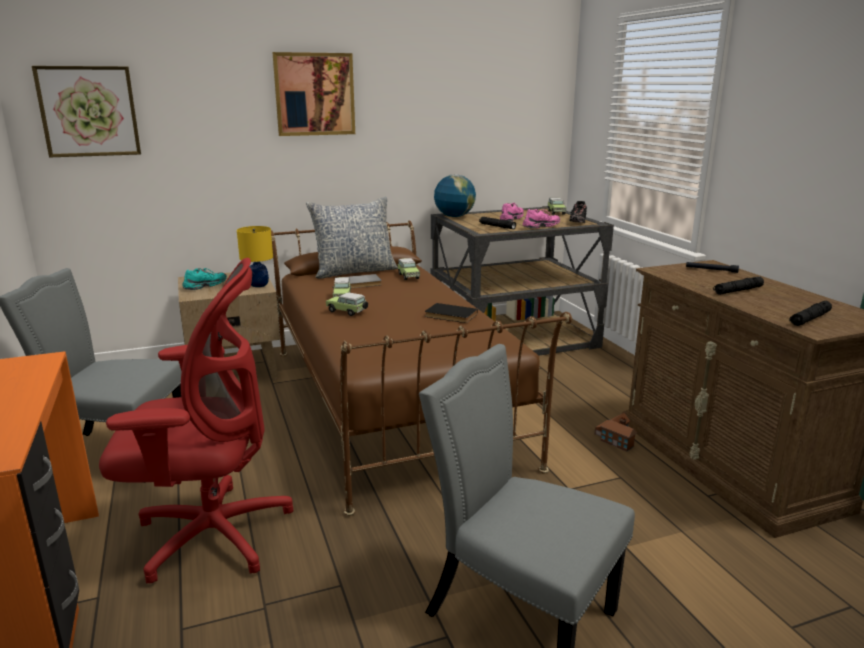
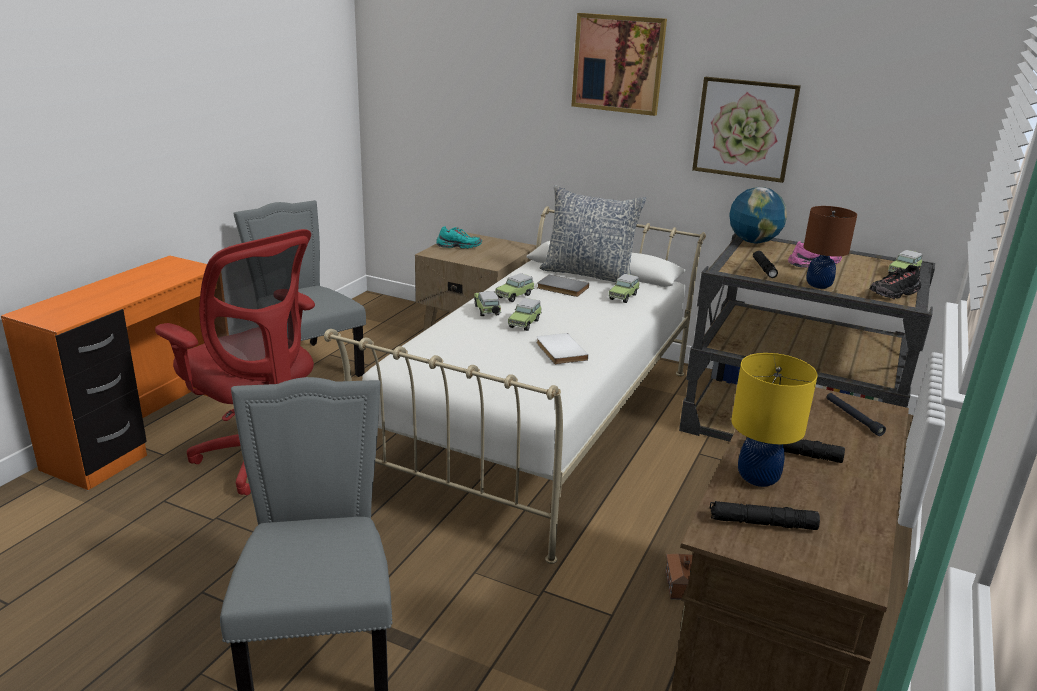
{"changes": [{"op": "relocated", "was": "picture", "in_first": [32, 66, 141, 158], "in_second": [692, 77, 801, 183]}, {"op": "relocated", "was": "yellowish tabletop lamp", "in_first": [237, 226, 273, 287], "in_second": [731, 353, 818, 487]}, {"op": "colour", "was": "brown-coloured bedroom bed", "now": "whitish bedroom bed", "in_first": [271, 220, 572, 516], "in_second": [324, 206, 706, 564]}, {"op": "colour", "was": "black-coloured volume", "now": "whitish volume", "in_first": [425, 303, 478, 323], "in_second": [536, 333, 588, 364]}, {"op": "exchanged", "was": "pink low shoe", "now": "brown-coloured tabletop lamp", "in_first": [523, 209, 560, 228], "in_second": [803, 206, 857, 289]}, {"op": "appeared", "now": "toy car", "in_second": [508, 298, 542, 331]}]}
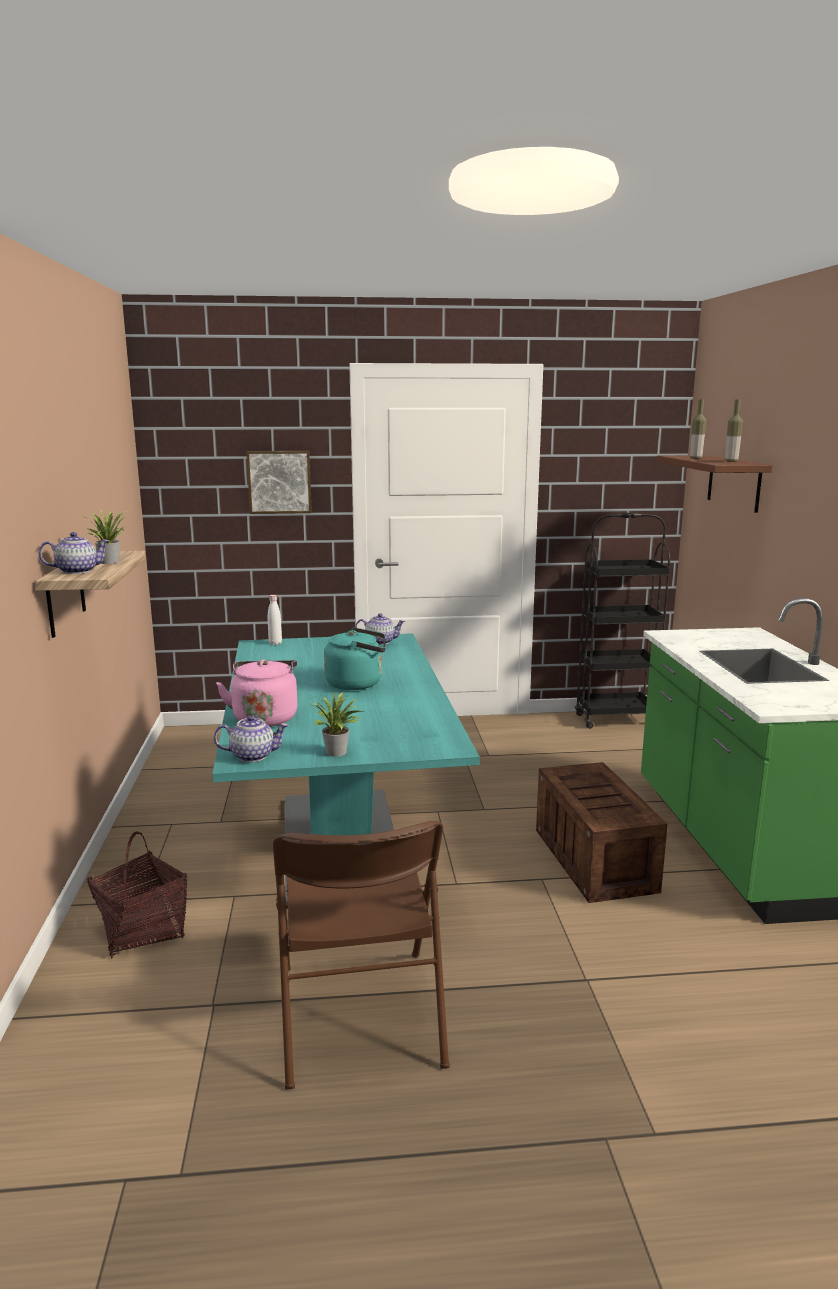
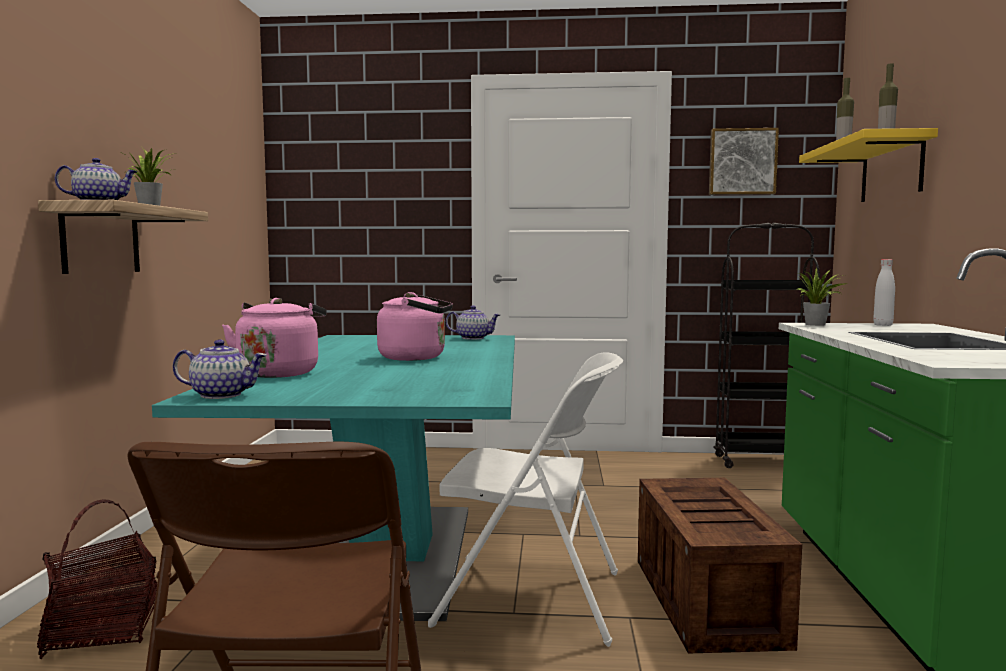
{"changes": [{"op": "relocated", "was": "picture", "in_first": [246, 451, 312, 514], "in_second": [709, 128, 779, 195]}, {"op": "relocated", "was": "whitish drink bottle", "in_first": [268, 595, 282, 645], "in_second": [873, 259, 895, 326]}, {"op": "relocated", "was": "plant in a pot", "in_first": [307, 692, 365, 757], "in_second": [795, 267, 849, 326]}, {"op": "colour", "was": "blue-green water kettle", "now": "pink water kettle", "in_first": [324, 627, 386, 690], "in_second": [377, 292, 453, 361]}, {"op": "colour", "was": "brown-coloured bracket shelf", "now": "yellowish bracket shelf", "in_first": [656, 455, 772, 513], "in_second": [799, 128, 938, 202]}, {"op": "appeared", "now": "whitish chair", "in_second": [428, 352, 623, 647]}]}
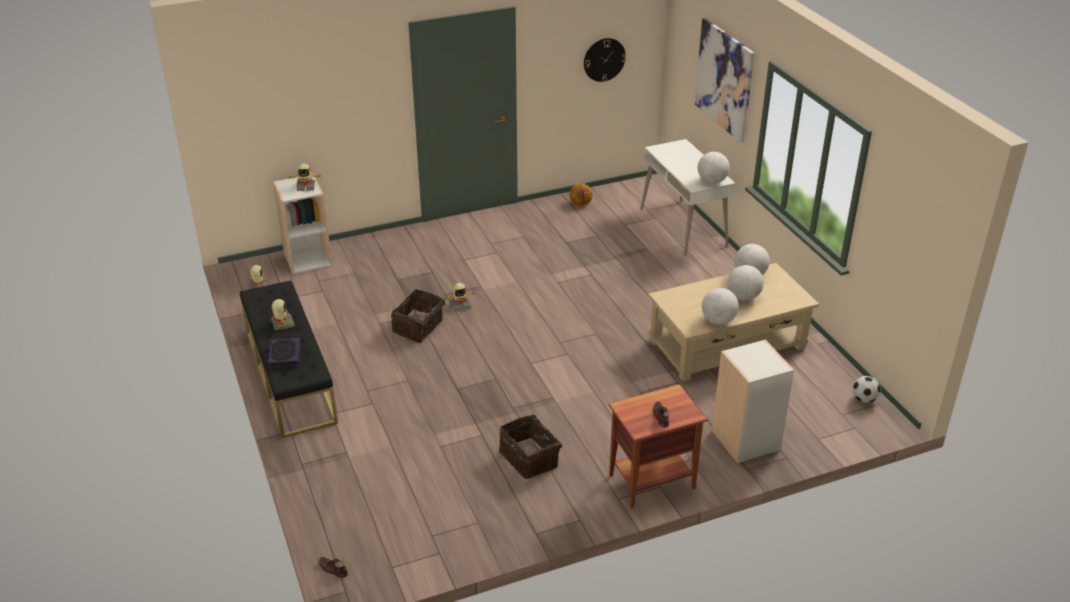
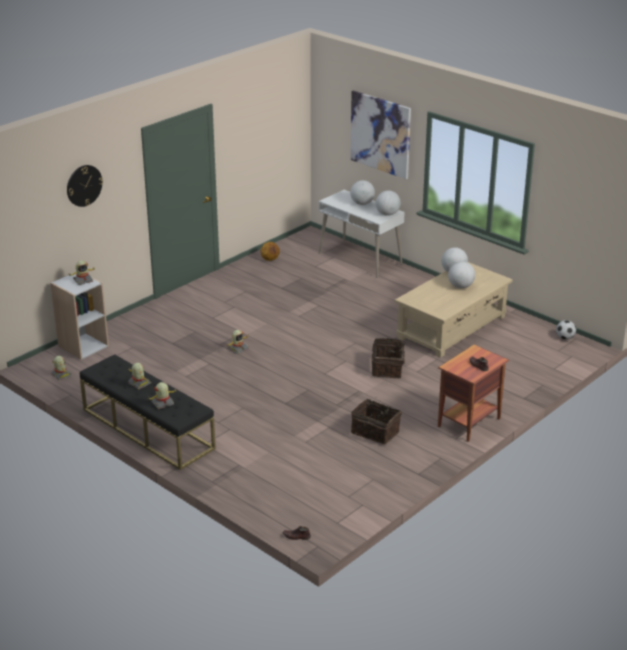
{"changes": [{"op": "exchanged", "was": "volume", "now": "toy robot", "in_first": [268, 338, 300, 368], "in_second": [148, 382, 176, 409]}, {"op": "relocated", "was": "basket", "in_first": [391, 289, 446, 343], "in_second": [372, 338, 405, 378]}, {"op": "relocated", "was": "hanging clock", "in_first": [584, 38, 626, 82], "in_second": [67, 165, 103, 207]}, {"op": "relocated", "was": "world globe", "in_first": [702, 288, 739, 325], "in_second": [350, 180, 375, 205]}, {"op": "missing", "was": "bookcase", "in_first": [712, 339, 794, 463]}]}
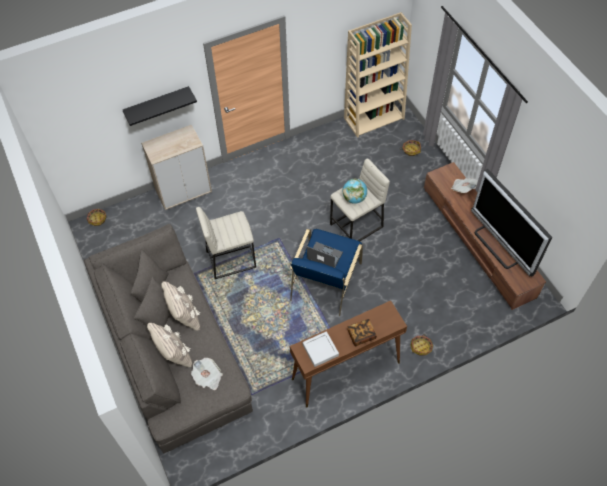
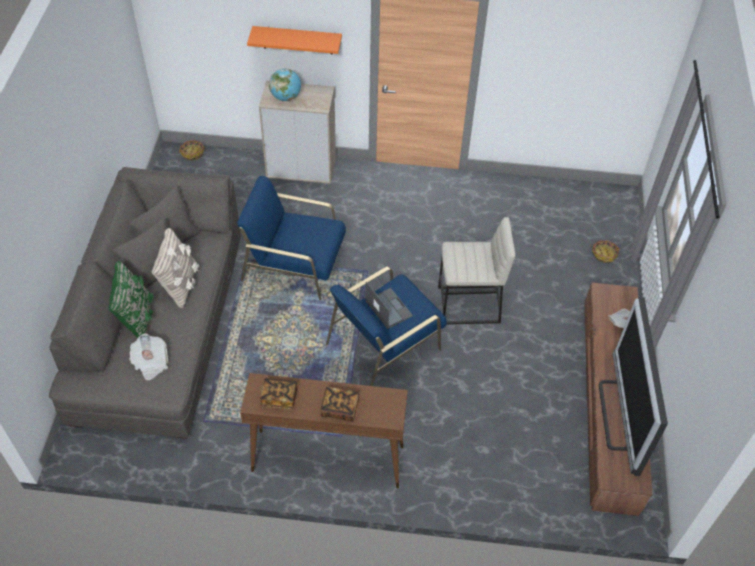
{"changes": [{"op": "colour", "was": "black-coloured bracket shelf", "now": "orangey bracket shelf", "in_first": [123, 86, 197, 126], "in_second": [247, 26, 342, 55]}, {"op": "colour", "was": "beige throw pillow", "now": "greenish throw pillow", "in_first": [147, 323, 192, 367], "in_second": [109, 261, 154, 338]}, {"op": "exchanged", "was": "beige stool", "now": "blue-coloured armchair", "in_first": [196, 207, 256, 279], "in_second": [237, 176, 346, 301]}, {"op": "exchanged", "was": "gray serving tray", "now": "volume", "in_first": [303, 331, 339, 367], "in_second": [260, 378, 297, 409]}, {"op": "relocated", "was": "world globe", "in_first": [343, 179, 367, 204], "in_second": [269, 69, 301, 101]}, {"op": "missing", "was": "beige bookcase", "in_first": [344, 12, 412, 138]}, {"op": "missing", "was": "basket", "in_first": [411, 334, 433, 356]}]}
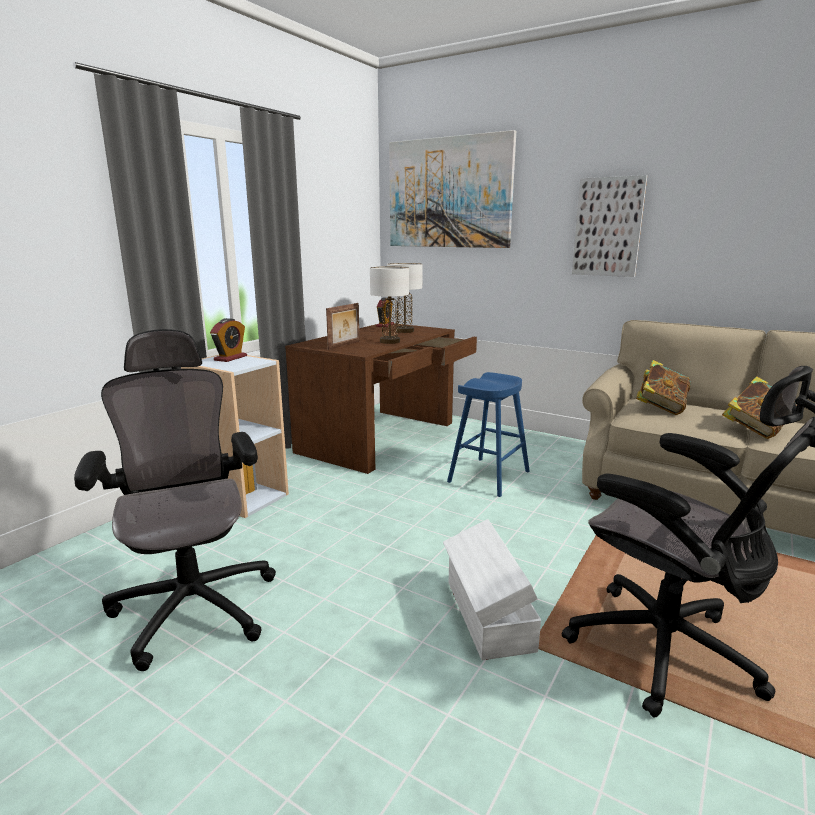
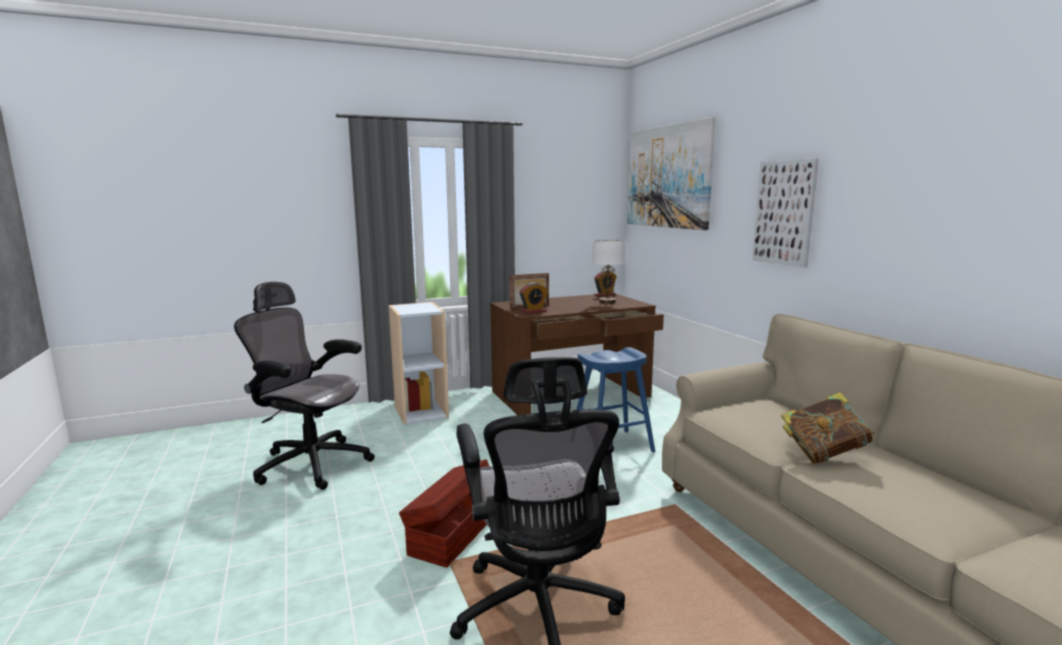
{"changes": [{"op": "spun", "was": "computer chair", "in_first": [74, 329, 276, 671], "in_second": [234, 282, 375, 490], "clockwise": -75}, {"op": "relocated", "was": "table clock", "in_first": [210, 318, 247, 362], "in_second": [519, 283, 548, 314]}, {"op": "missing", "was": "tabletop lamp", "in_first": [370, 267, 409, 344]}, {"op": "colour", "was": "whitish storage container", "now": "brown-coloured storage container", "in_first": [443, 519, 541, 660], "in_second": [399, 459, 489, 568]}, {"op": "missing", "was": "volume", "in_first": [636, 360, 691, 415]}]}
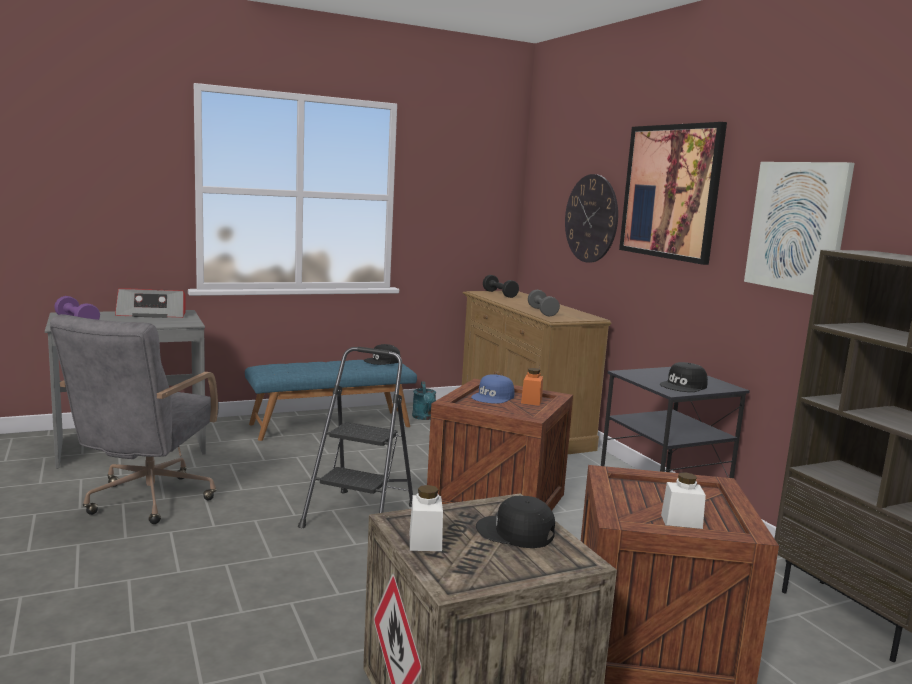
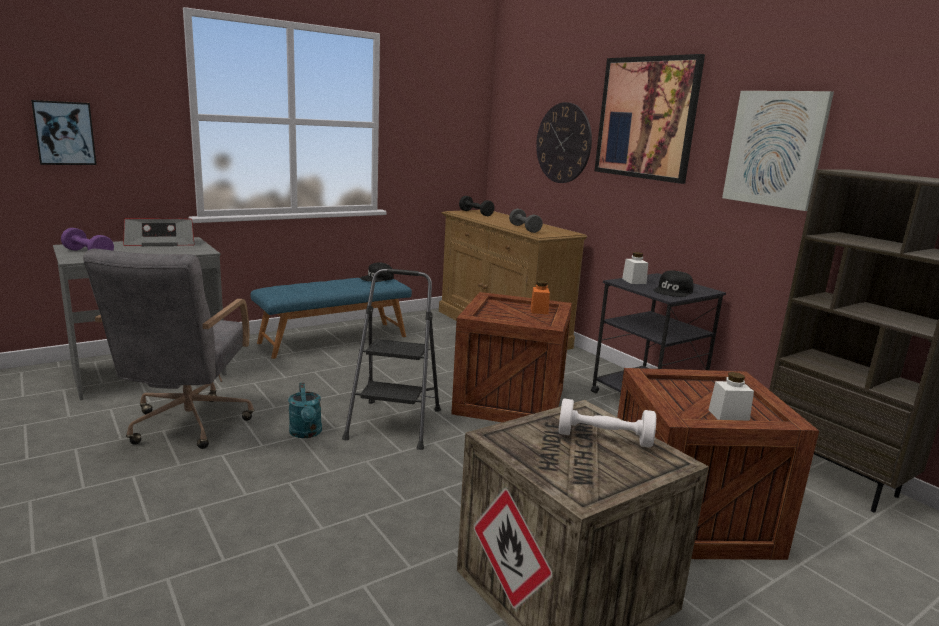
{"changes": [{"op": "relocated", "was": "whitish jar", "in_first": [410, 485, 443, 551], "in_second": [622, 252, 648, 284]}, {"op": "relocated", "was": "blue-green sprinkling can", "in_first": [412, 382, 436, 420], "in_second": [288, 383, 322, 438]}, {"op": "missing", "was": "blue-coloured cap", "in_first": [471, 374, 514, 404]}, {"op": "exchanged", "was": "black-coloured cap", "now": "whitish free weight", "in_first": [476, 496, 555, 548], "in_second": [558, 398, 656, 448]}, {"op": "appeared", "now": "picture", "in_second": [31, 100, 97, 165]}]}
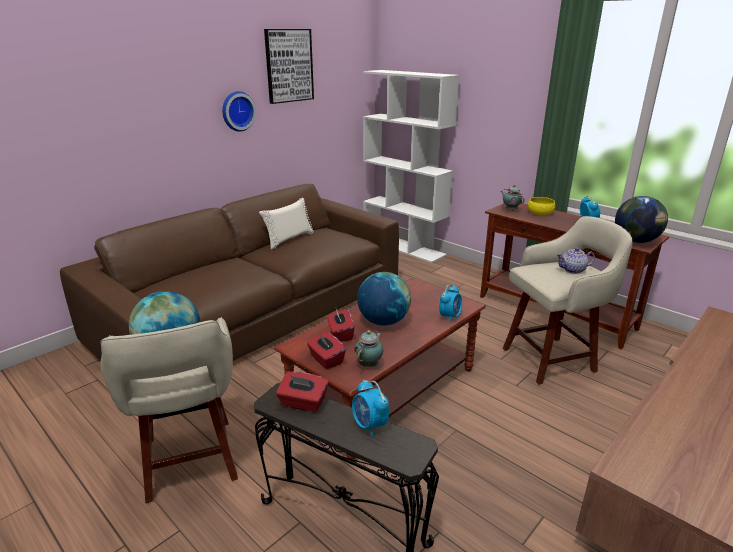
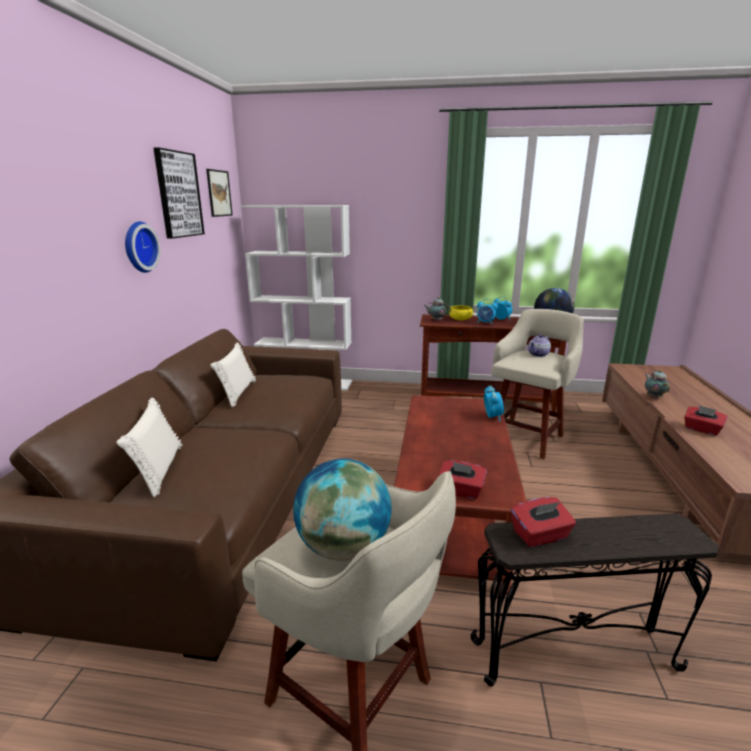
{"changes": [{"op": "relocated", "was": "reddish box of tissues", "in_first": [327, 309, 354, 341], "in_second": [684, 405, 728, 436]}, {"op": "relocated", "was": "table clock", "in_first": [352, 380, 389, 437], "in_second": [477, 299, 498, 325]}, {"op": "relocated", "was": "pot for tea", "in_first": [354, 330, 383, 367], "in_second": [645, 370, 670, 399]}, {"op": "missing", "was": "world globe", "in_first": [357, 272, 411, 326]}, {"op": "appeared", "now": "whitish throw pillow", "in_second": [116, 398, 182, 497]}, {"op": "appeared", "now": "picture", "in_second": [206, 169, 233, 217]}]}
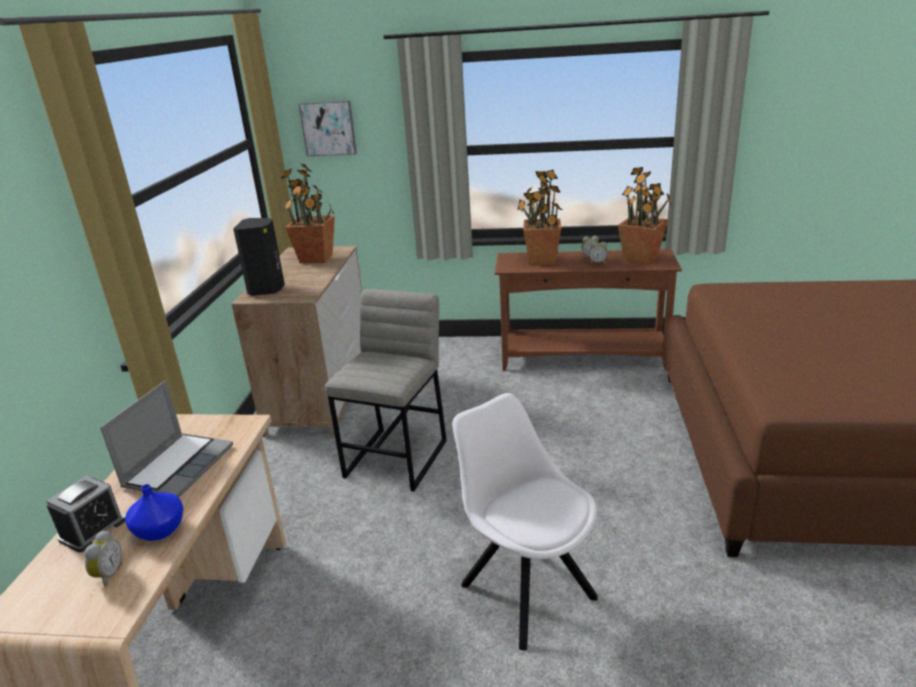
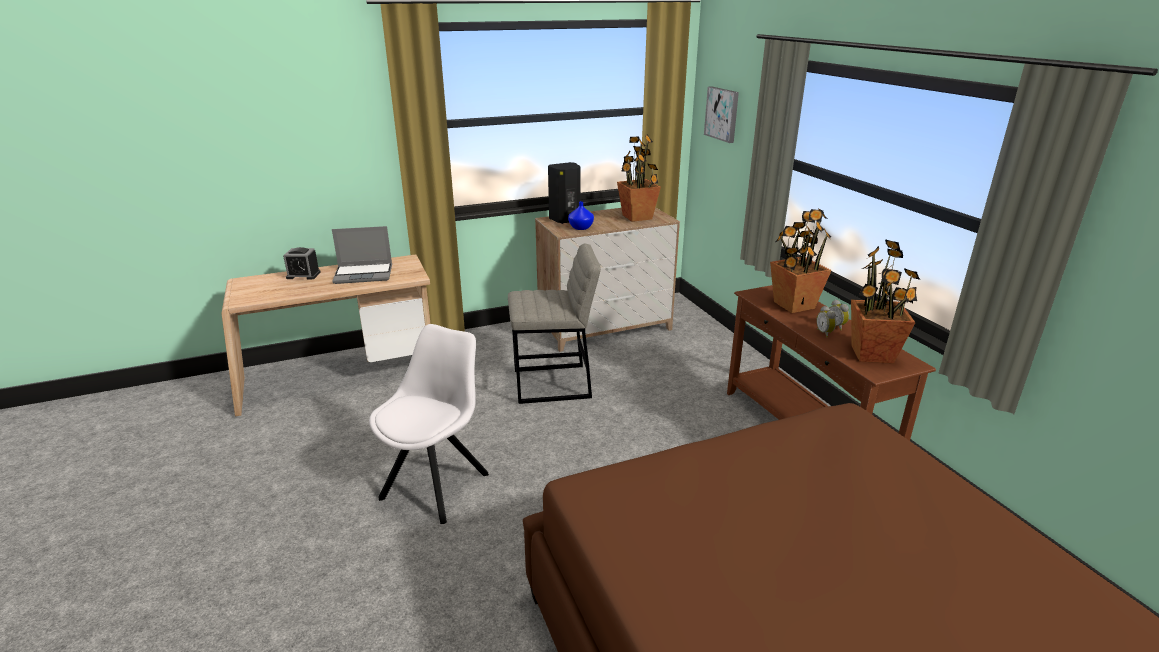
{"changes": [{"op": "missing", "was": "table clock", "in_first": [85, 530, 122, 587]}, {"op": "relocated", "was": "blue-coloured vase", "in_first": [125, 484, 184, 541], "in_second": [568, 201, 594, 230]}]}
